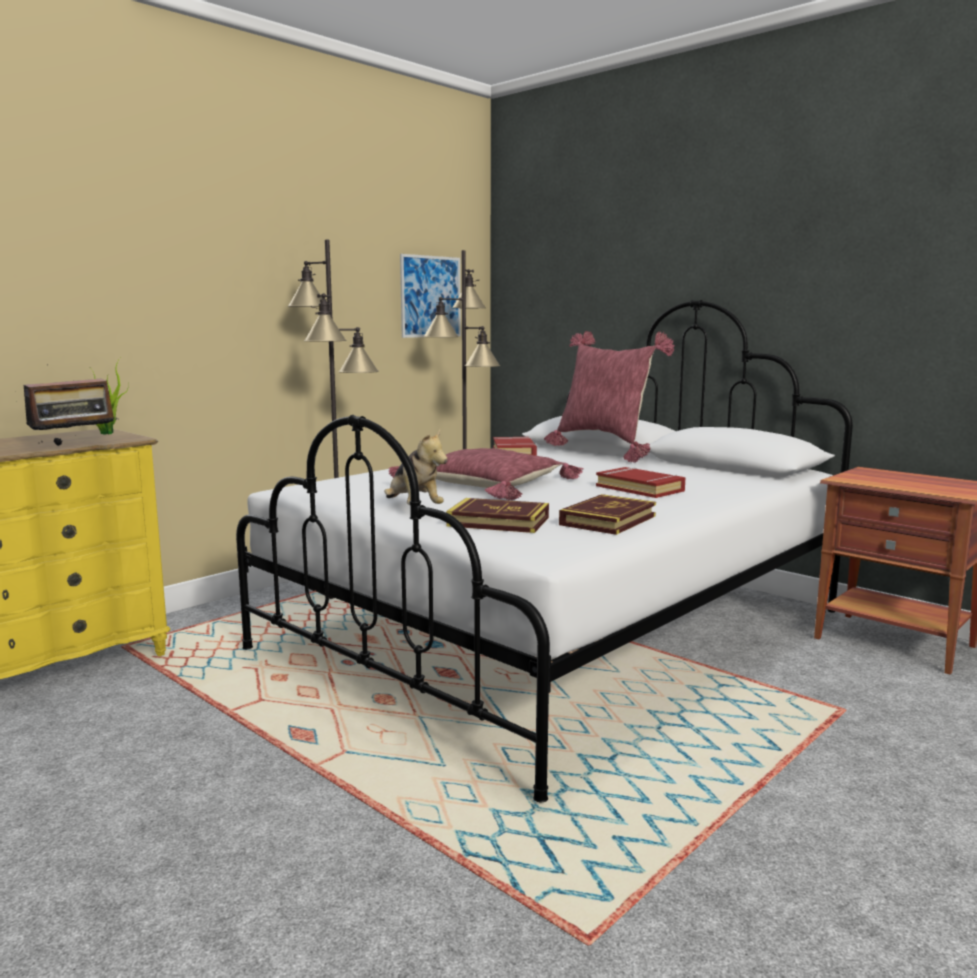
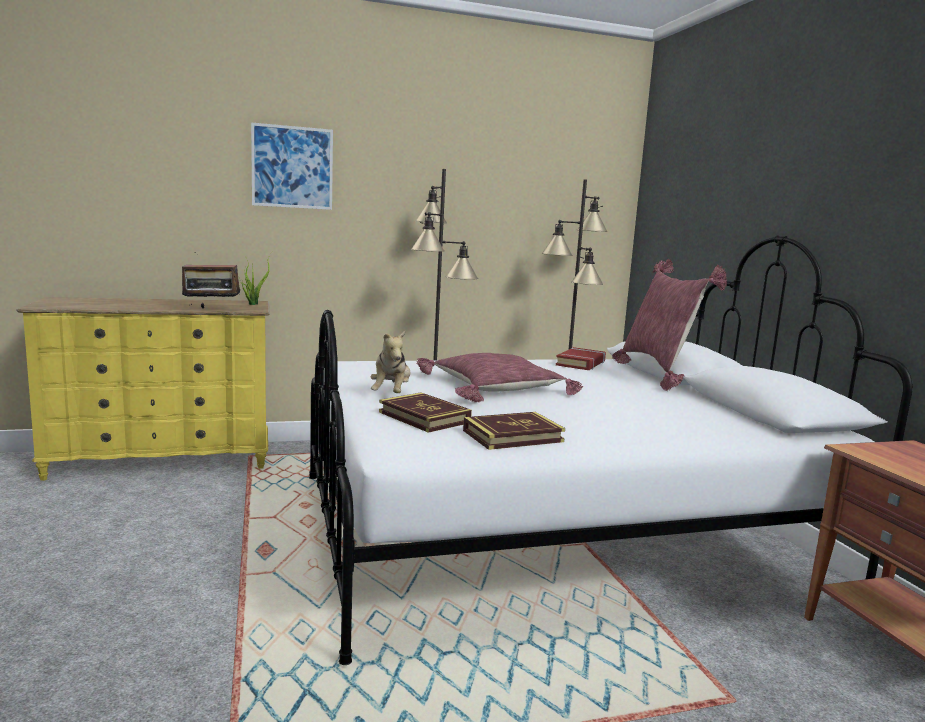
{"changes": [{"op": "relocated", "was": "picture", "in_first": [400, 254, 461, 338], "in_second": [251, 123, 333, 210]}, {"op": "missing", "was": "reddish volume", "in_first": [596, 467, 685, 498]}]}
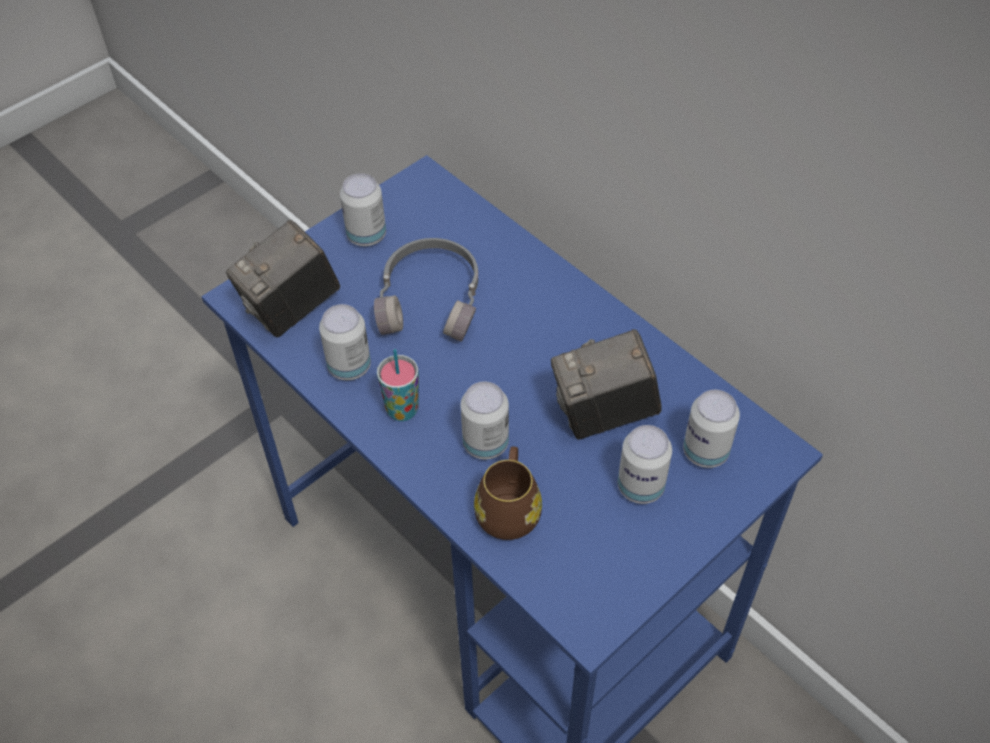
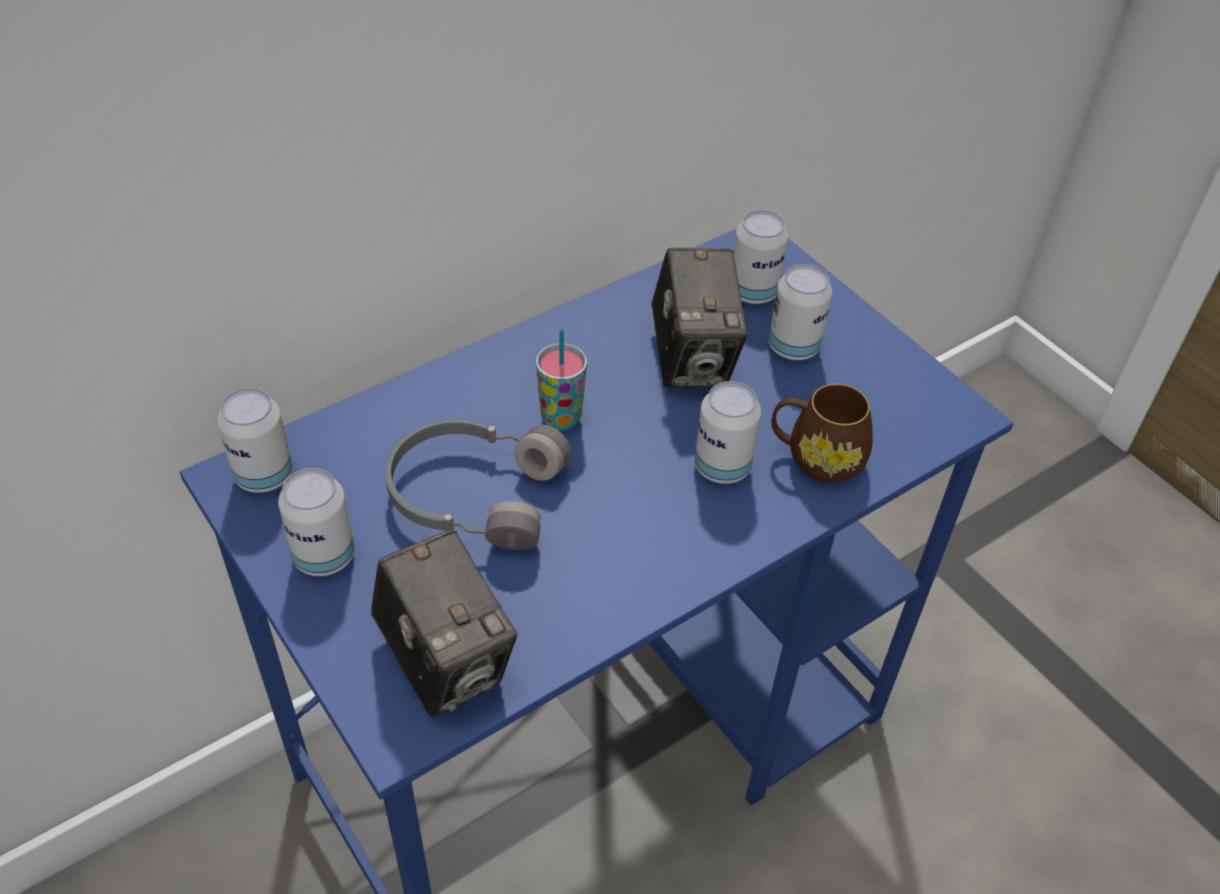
{"changes": [{"op": "relocated", "was": "can", "in_first": [319, 304, 371, 380], "in_second": [217, 388, 293, 493]}, {"op": "relocated", "was": "cup", "in_first": [377, 349, 419, 421], "in_second": [536, 329, 587, 431]}]}
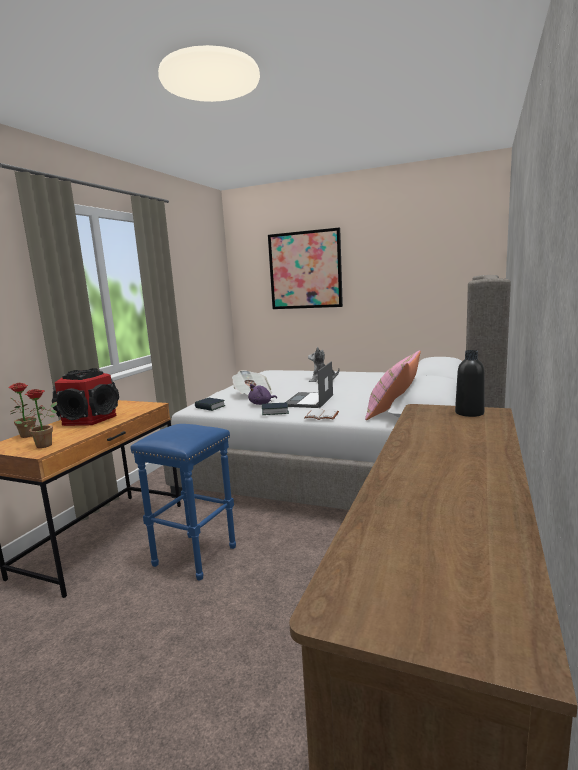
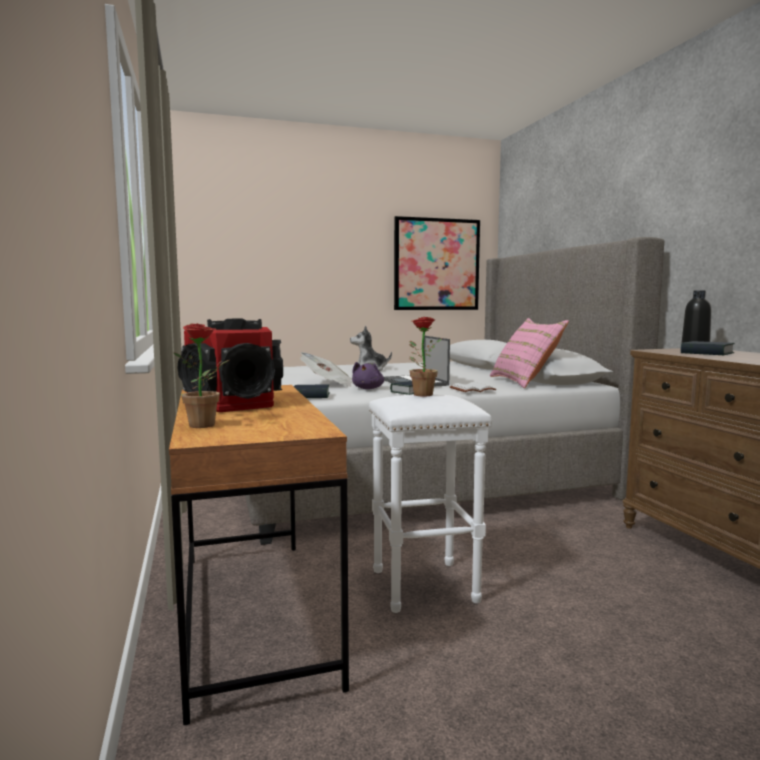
{"changes": [{"op": "relocated", "was": "plant in a pot", "in_first": [14, 389, 57, 448], "in_second": [409, 317, 442, 397]}, {"op": "colour", "was": "blue-coloured stool", "now": "whitish stool", "in_first": [131, 424, 236, 580], "in_second": [369, 394, 492, 613]}, {"op": "relocated", "was": "picture", "in_first": [268, 228, 343, 309], "in_second": [394, 216, 480, 310]}, {"op": "appeared", "now": "volume", "in_second": [681, 341, 735, 355]}]}
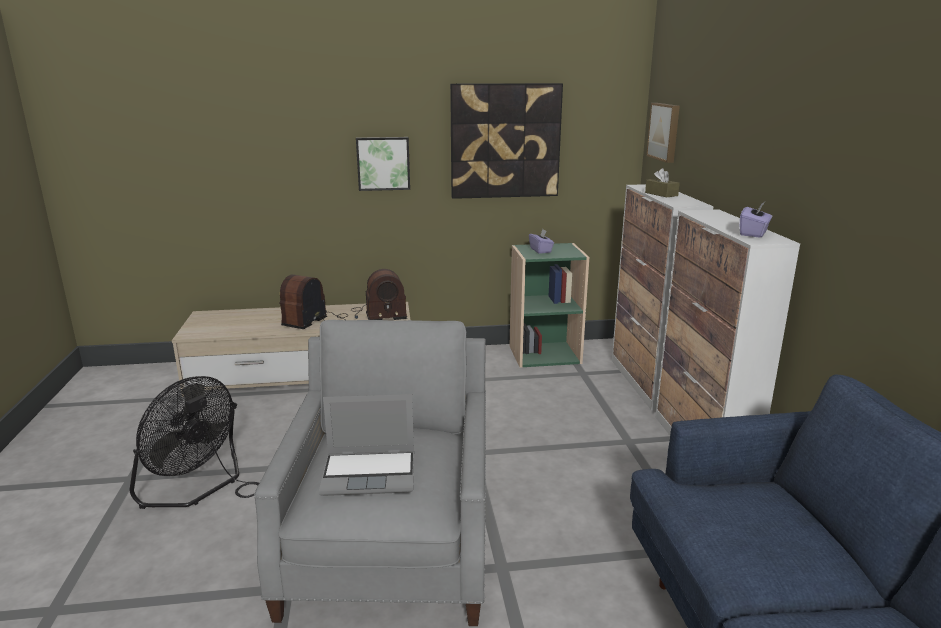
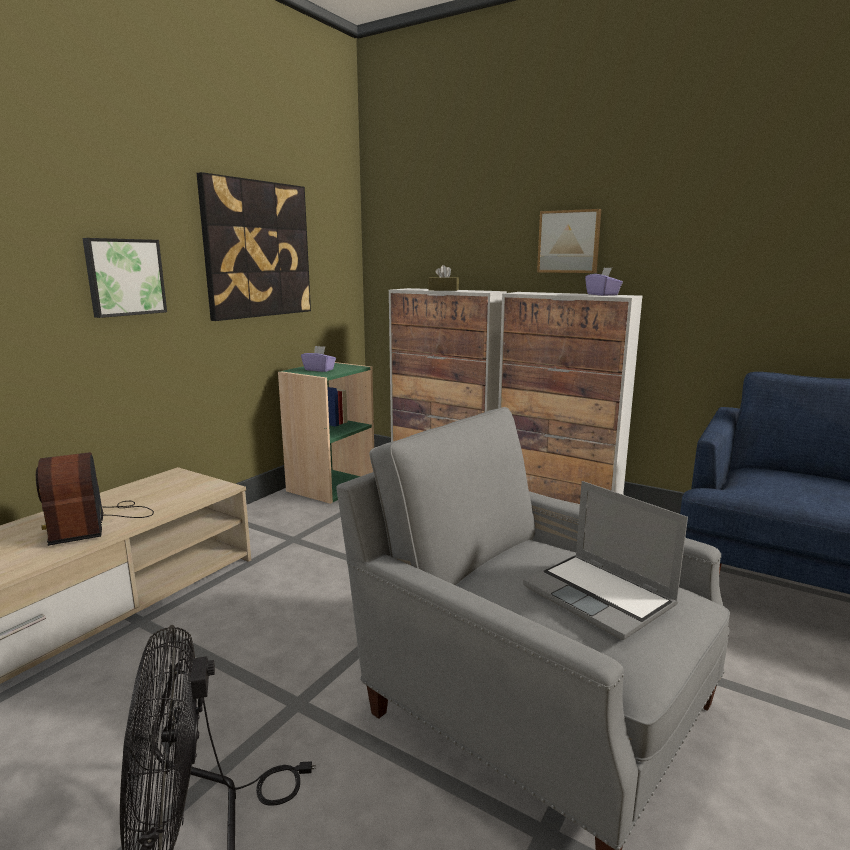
{"changes": [{"op": "spun", "was": "laptop", "in_first": [319, 394, 414, 496], "in_second": [523, 481, 688, 640], "clockwise": 105}, {"op": "missing", "was": "radio set", "in_first": [351, 269, 407, 320]}, {"op": "relocated", "was": "picture", "in_first": [646, 103, 680, 163], "in_second": [537, 209, 601, 273]}]}
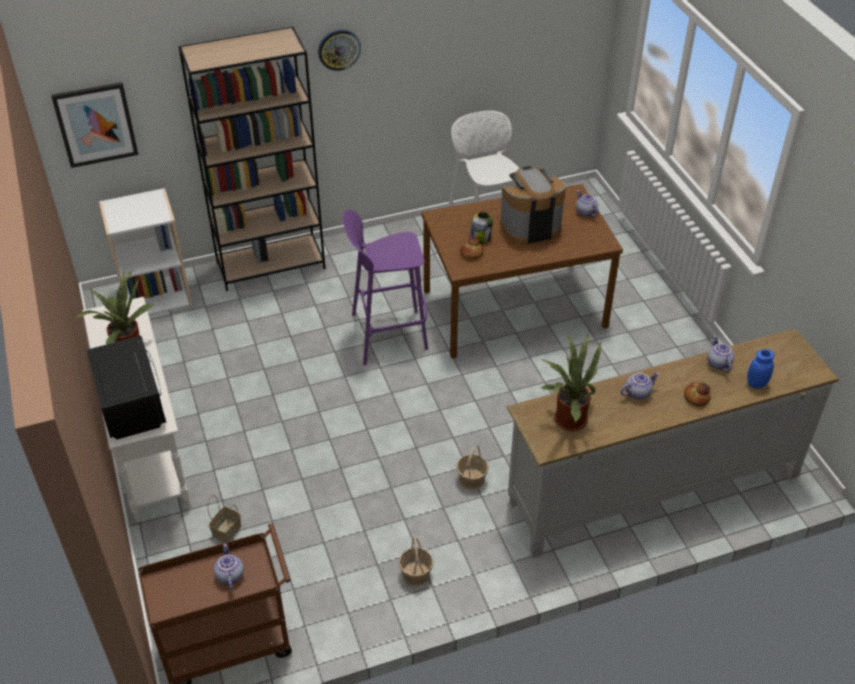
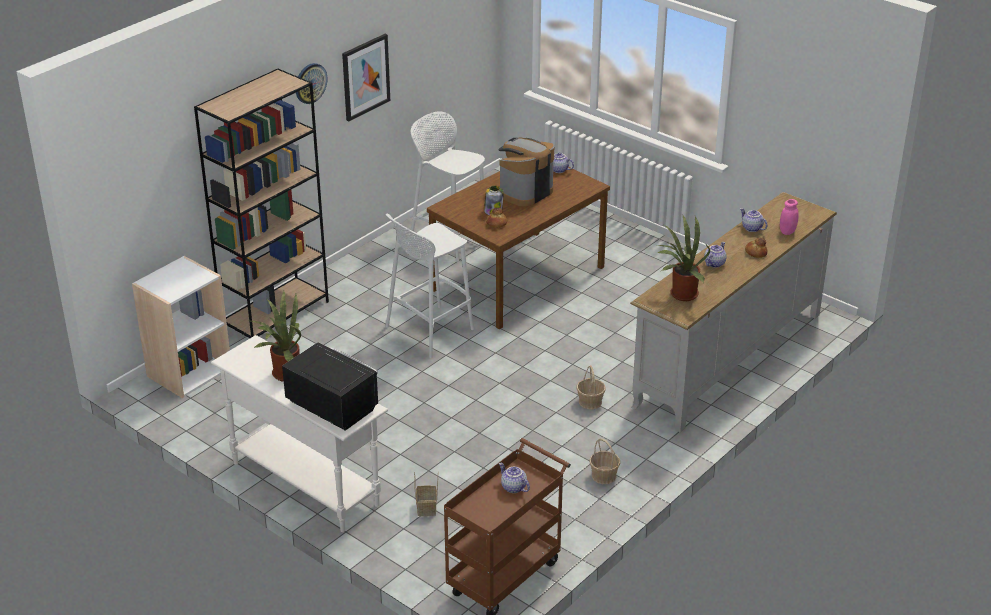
{"changes": [{"op": "relocated", "was": "picture", "in_first": [51, 82, 139, 168], "in_second": [342, 34, 390, 122]}, {"op": "colour", "was": "purplish stool", "now": "whitish stool", "in_first": [343, 210, 428, 365], "in_second": [386, 214, 474, 358]}, {"op": "colour", "was": "blue-coloured jar", "now": "pink jar", "in_first": [747, 349, 774, 388], "in_second": [780, 199, 799, 235]}]}
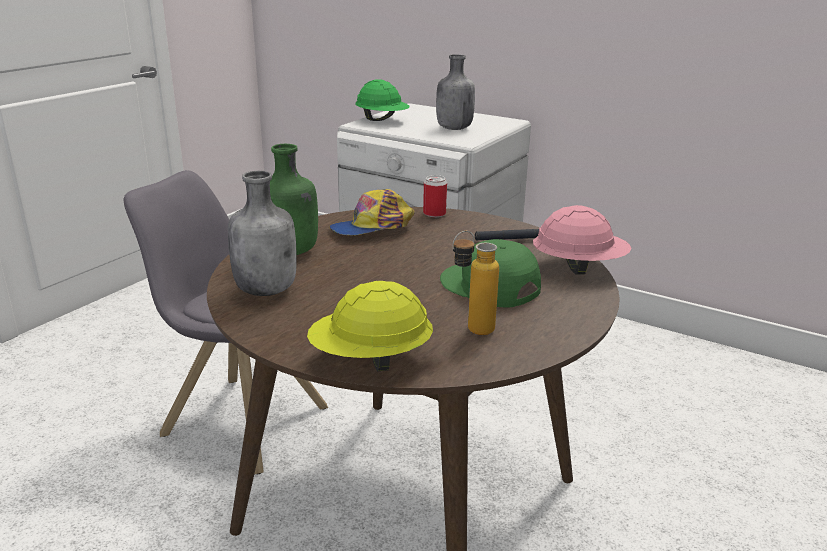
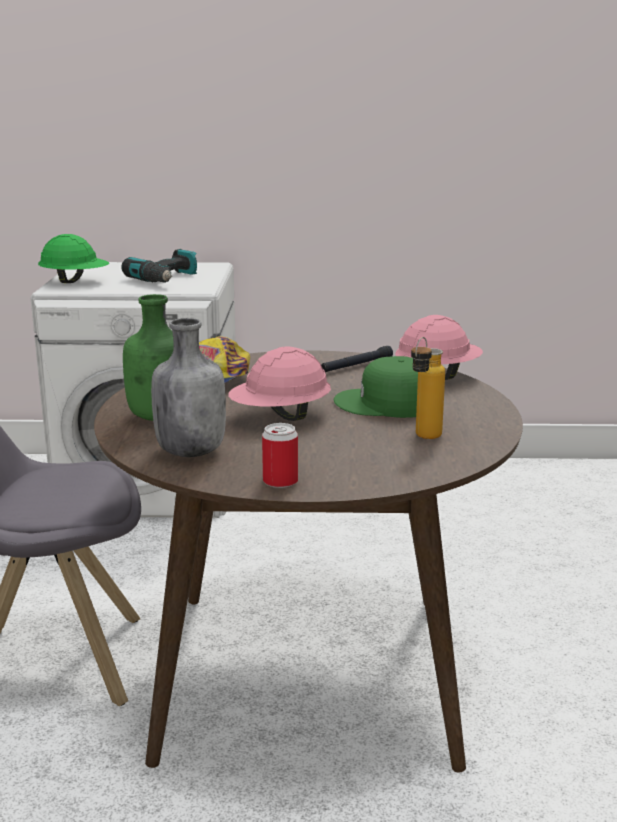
{"changes": [{"op": "missing", "was": "yellowish safety helmet", "in_first": [307, 281, 433, 371]}, {"op": "relocated", "was": "can", "in_first": [423, 175, 447, 217], "in_second": [262, 423, 298, 488]}, {"op": "exchanged", "was": "gray drink bottle", "now": "power drill", "in_first": [436, 54, 475, 130], "in_second": [121, 249, 197, 283]}, {"op": "appeared", "now": "pink safety helmet", "in_second": [228, 347, 331, 421]}]}
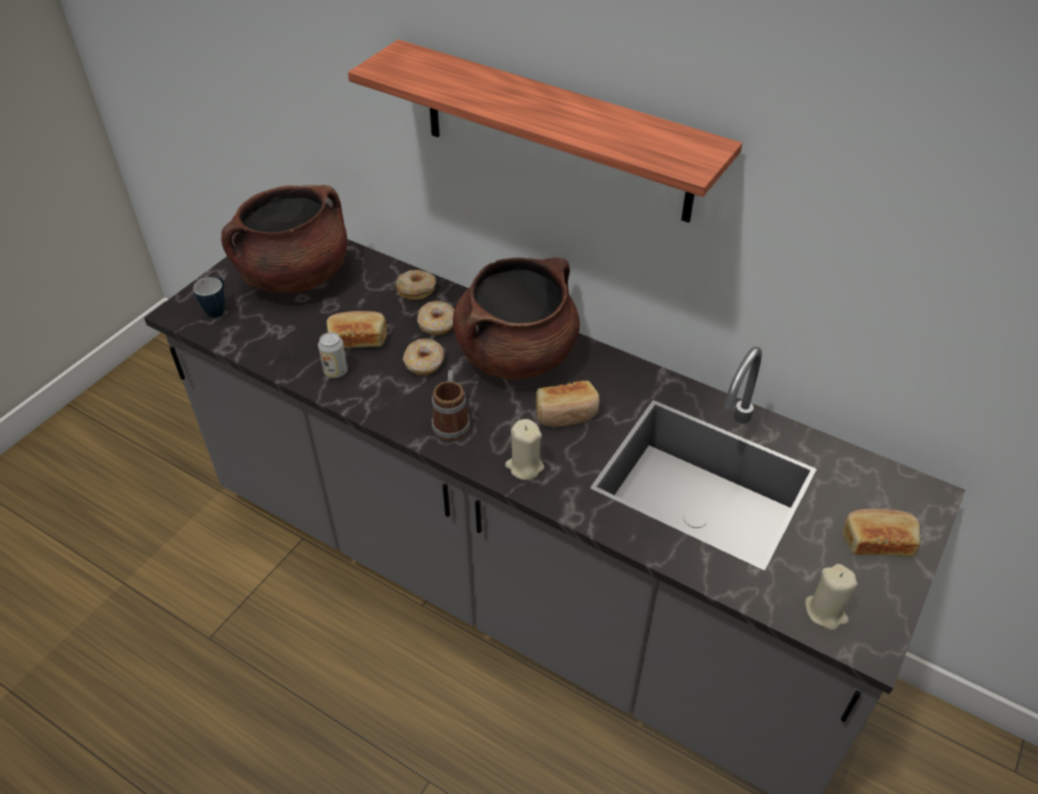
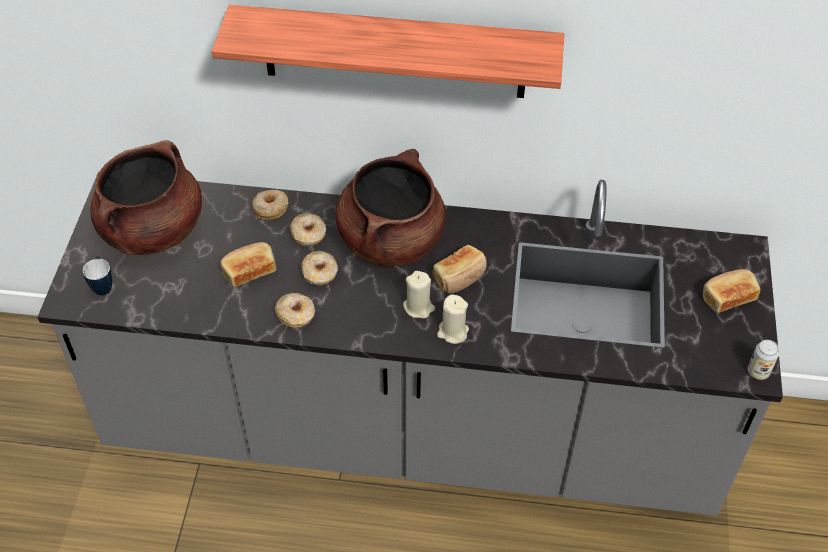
{"changes": [{"op": "relocated", "was": "can", "in_first": [318, 332, 348, 378], "in_second": [748, 340, 779, 380]}, {"op": "missing", "was": "tea mug", "in_first": [432, 370, 470, 441]}, {"op": "relocated", "was": "beige candle", "in_first": [805, 564, 858, 630], "in_second": [403, 271, 435, 318]}, {"op": "appeared", "now": "doughnut", "in_second": [275, 293, 315, 328]}]}
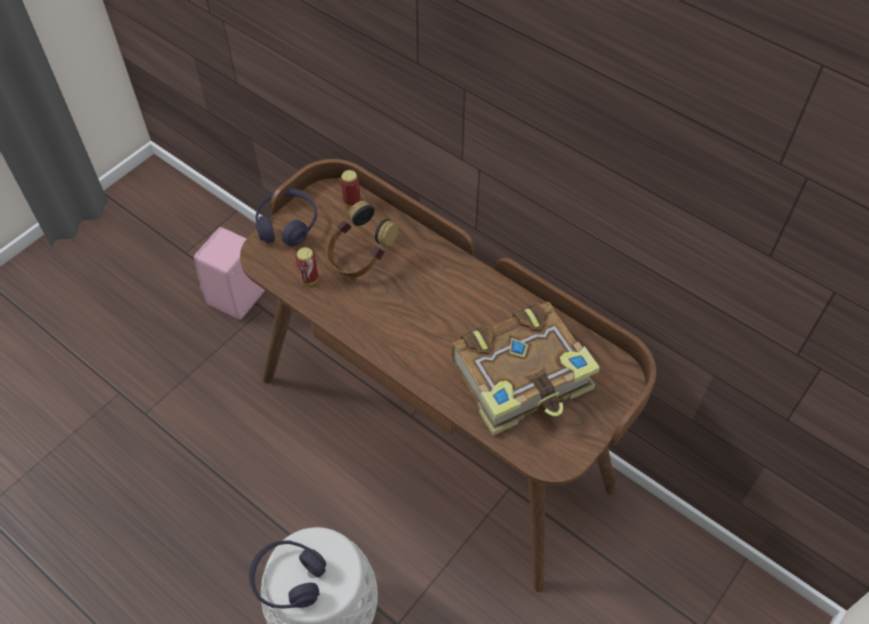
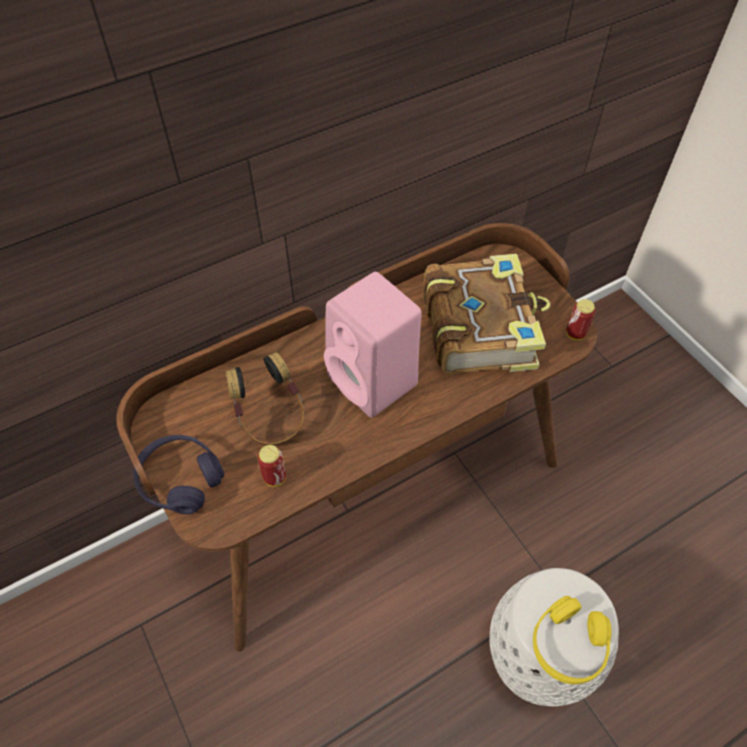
{"changes": [{"op": "relocated", "was": "pink speaker", "in_first": [194, 227, 265, 320], "in_second": [324, 272, 422, 418]}, {"op": "colour", "was": "purplish pair of headphones", "now": "yellowish pair of headphones", "in_first": [249, 540, 326, 608], "in_second": [533, 596, 612, 684]}, {"op": "relocated", "was": "can", "in_first": [340, 170, 360, 207], "in_second": [566, 299, 596, 340]}]}
